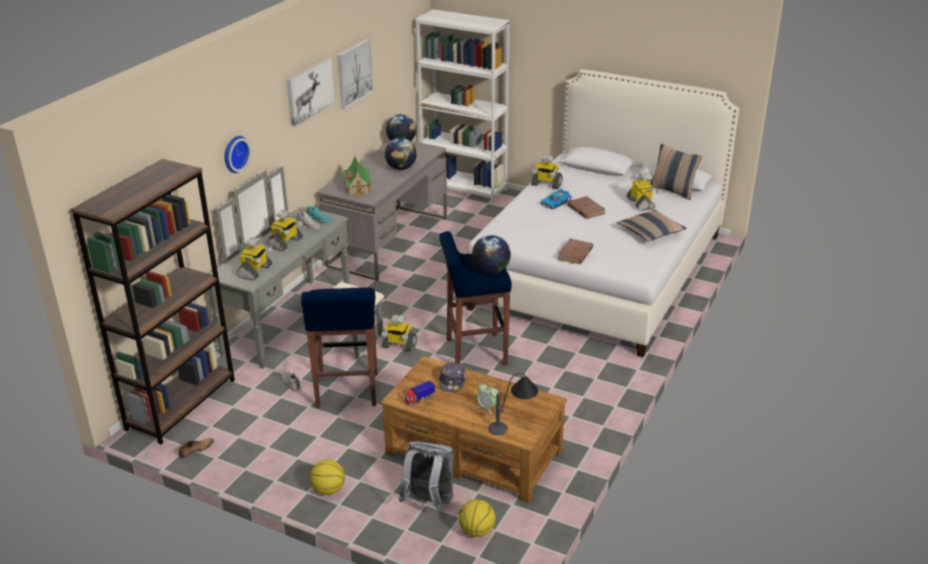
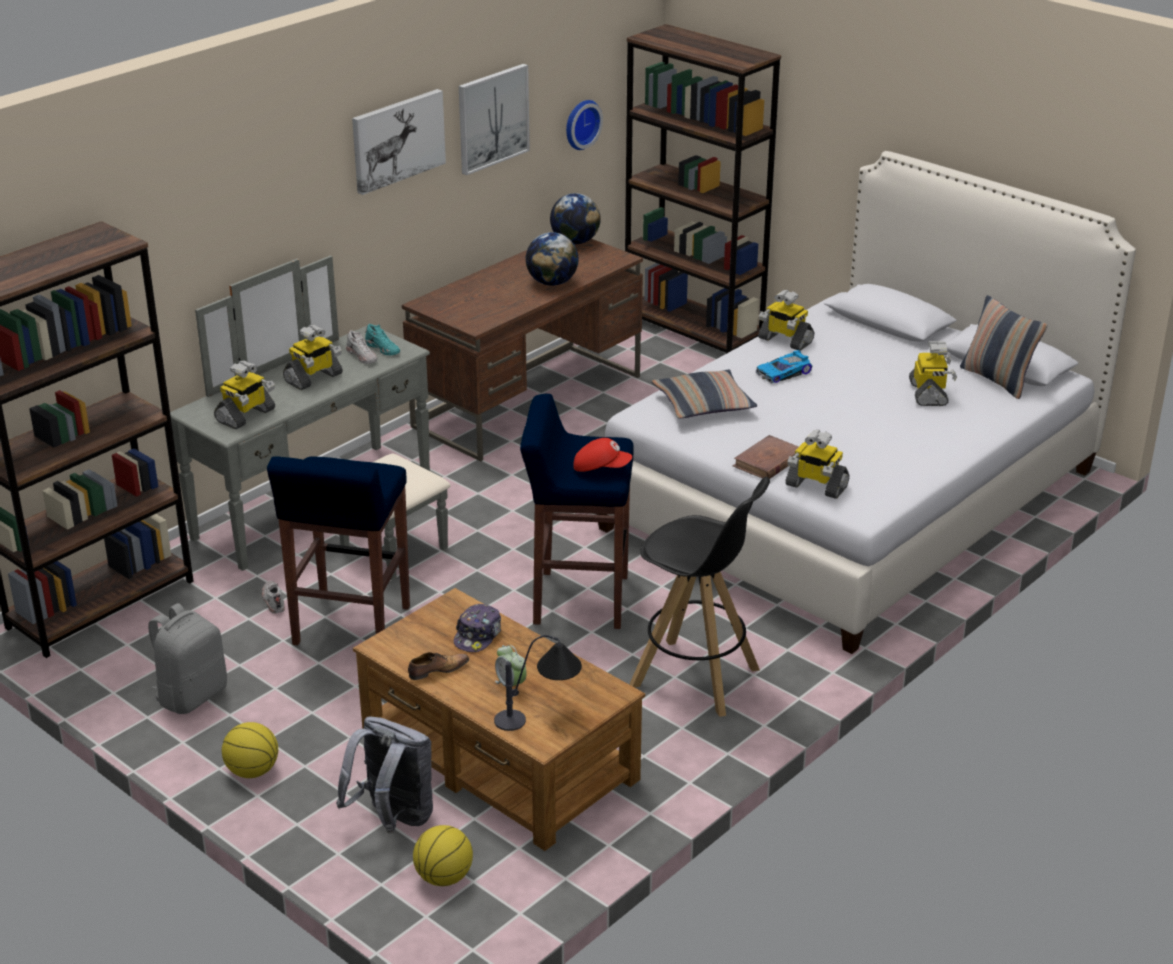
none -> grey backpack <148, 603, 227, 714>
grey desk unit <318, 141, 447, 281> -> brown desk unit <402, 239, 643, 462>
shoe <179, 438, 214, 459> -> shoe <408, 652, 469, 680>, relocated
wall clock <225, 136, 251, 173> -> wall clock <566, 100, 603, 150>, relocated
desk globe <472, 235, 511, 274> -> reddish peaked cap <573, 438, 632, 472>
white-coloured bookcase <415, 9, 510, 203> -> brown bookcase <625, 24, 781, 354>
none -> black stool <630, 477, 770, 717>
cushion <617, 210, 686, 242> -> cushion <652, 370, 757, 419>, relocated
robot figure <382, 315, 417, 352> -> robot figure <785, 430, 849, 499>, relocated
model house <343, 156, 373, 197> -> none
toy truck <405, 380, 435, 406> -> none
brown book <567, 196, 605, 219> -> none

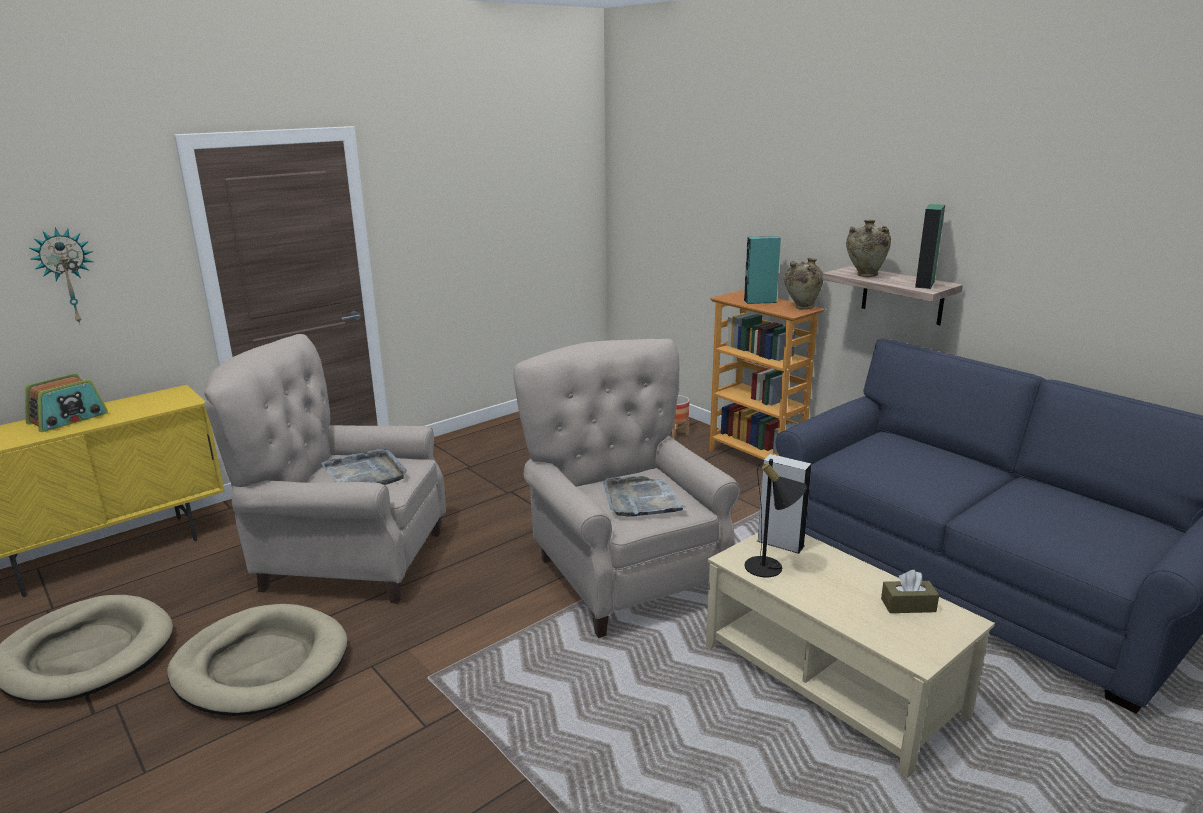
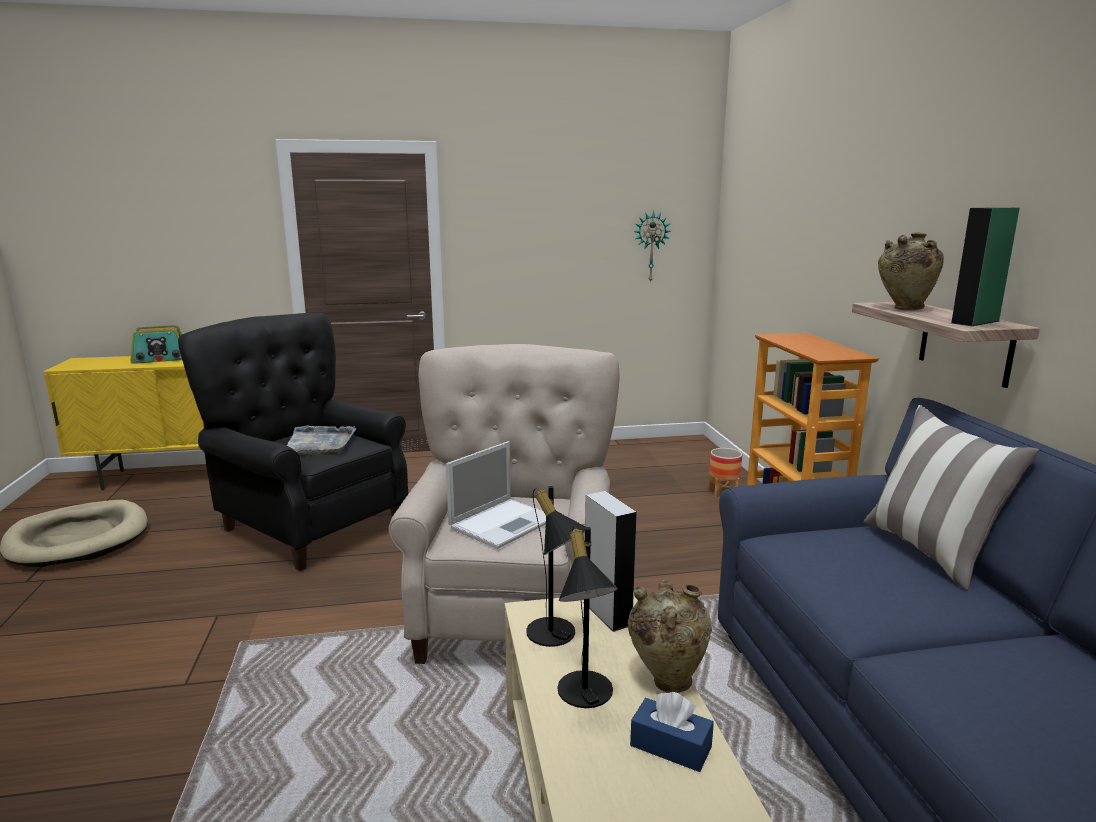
beige-coloured armchair <204, 334, 446, 604> -> black armchair <178, 313, 408, 571>
grey serving tray <603, 476, 686, 517> -> portable computer <446, 441, 546, 549>
none -> black lamp for a table <557, 526, 618, 708>
beige-coloured decorative vase <784, 258, 823, 310> -> beige-coloured decorative vase <628, 580, 712, 693>, relocated
brown tissue box <881, 570, 939, 613> -> blue-coloured tissue box <630, 692, 714, 772>
wall clock <30, 227, 93, 325> -> wall clock <634, 211, 671, 283>, relocated
none -> cushion <864, 405, 1039, 591>
beige-coloured pet bed <167, 604, 347, 716> -> none
blue-green loudspeaker <744, 236, 781, 304> -> none

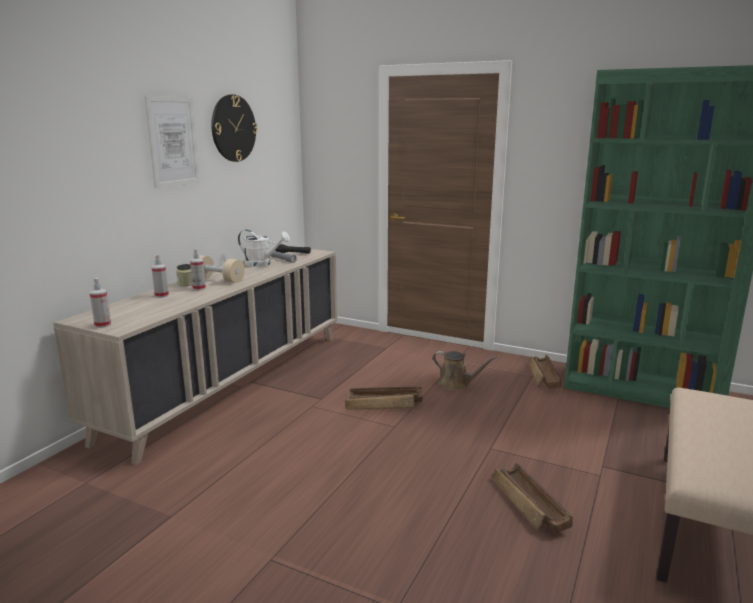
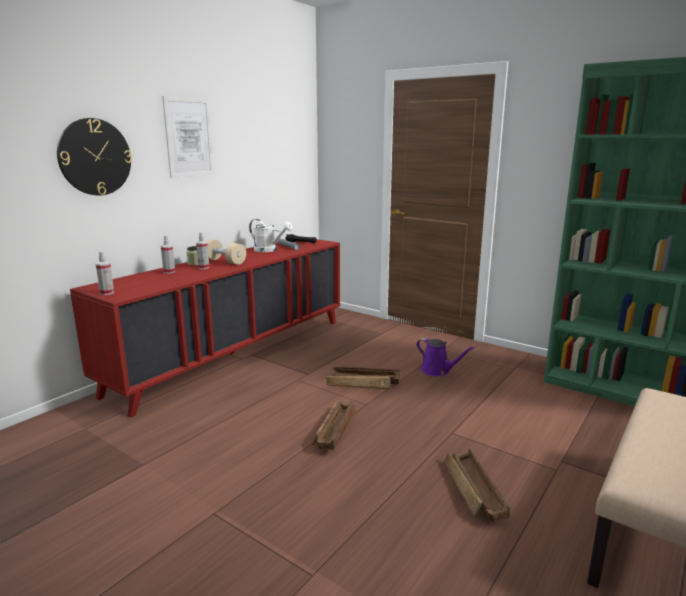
wall clock <211, 94, 258, 162> -> wall clock <57, 118, 132, 196>, relocated
beige-coloured cabinet <53, 246, 337, 465> -> reddish cabinet <70, 239, 340, 418>
packing crate <528, 355, 561, 389> -> packing crate <312, 401, 355, 450>, relocated
brown watering pot <433, 351, 497, 391> -> purple-coloured watering pot <416, 338, 475, 376>

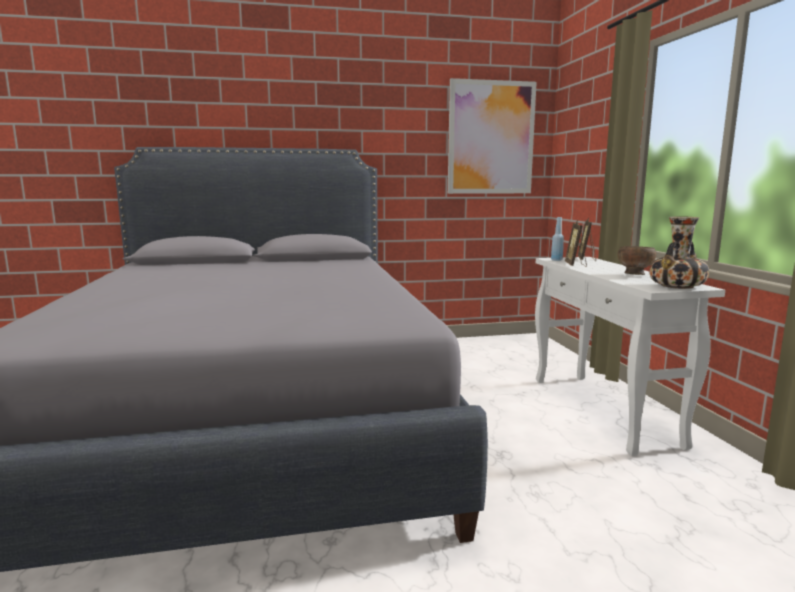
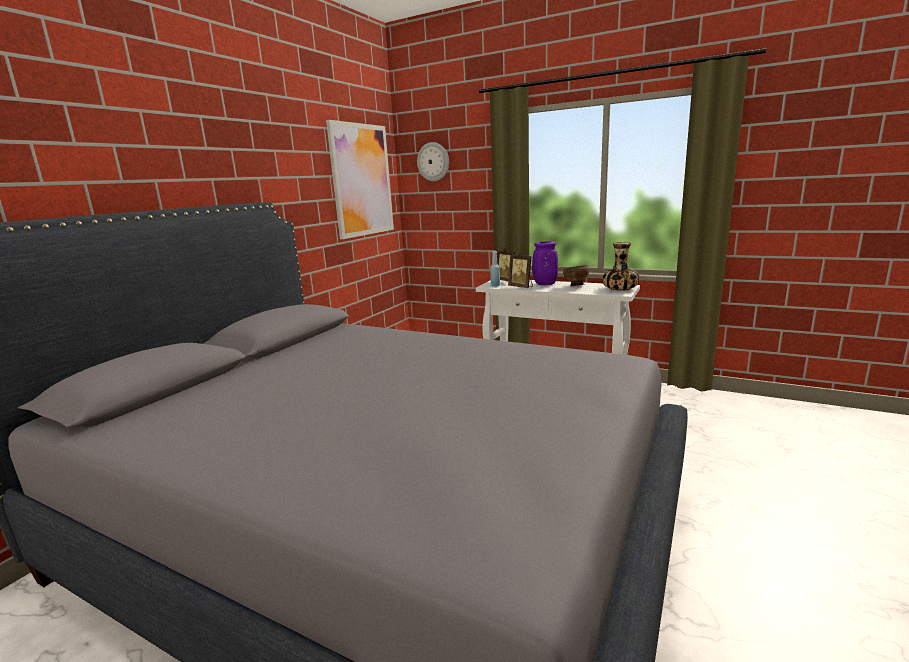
none -> wall clock <417, 142, 449, 181>
none -> purple-coloured decorative vase <532, 241, 558, 285>

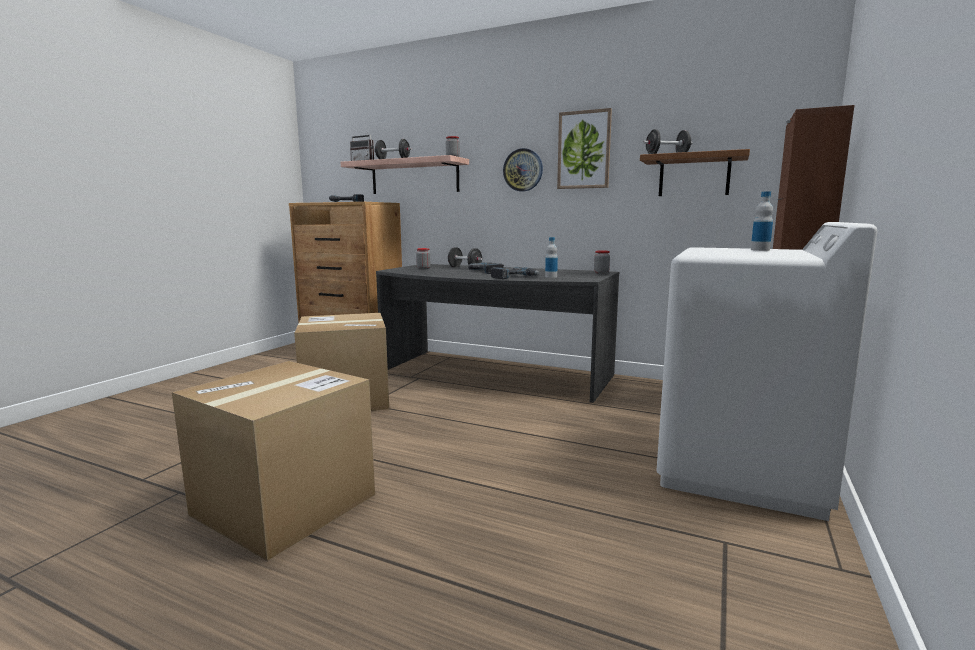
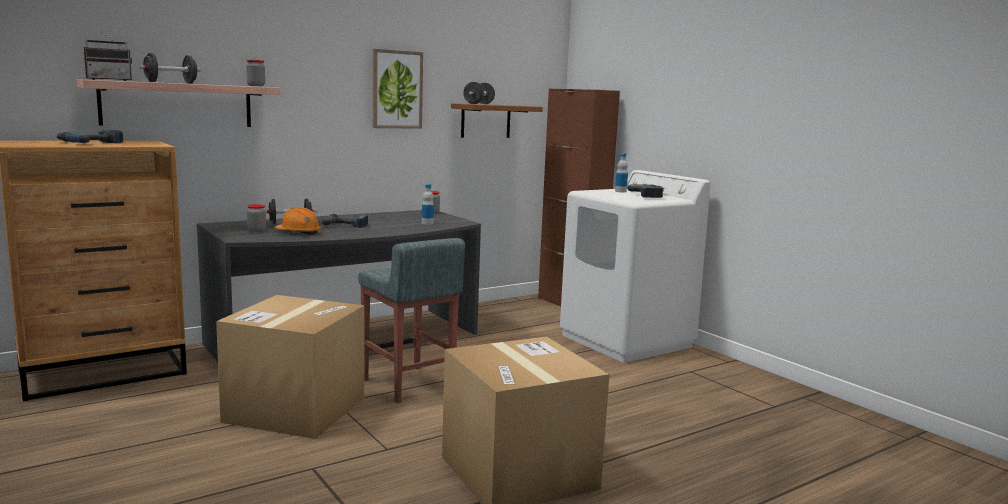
none -> orangey hard hat <275, 207, 321, 235>
none -> grey stool <358, 238, 465, 403>
electric drill <491, 267, 539, 279> -> electric drill <627, 184, 665, 198>, relocated
wall clock <503, 148, 543, 192> -> none

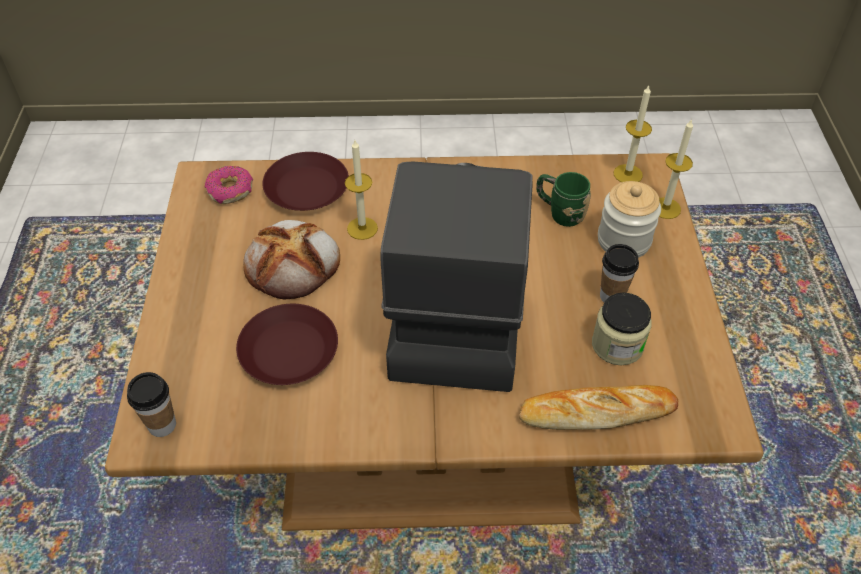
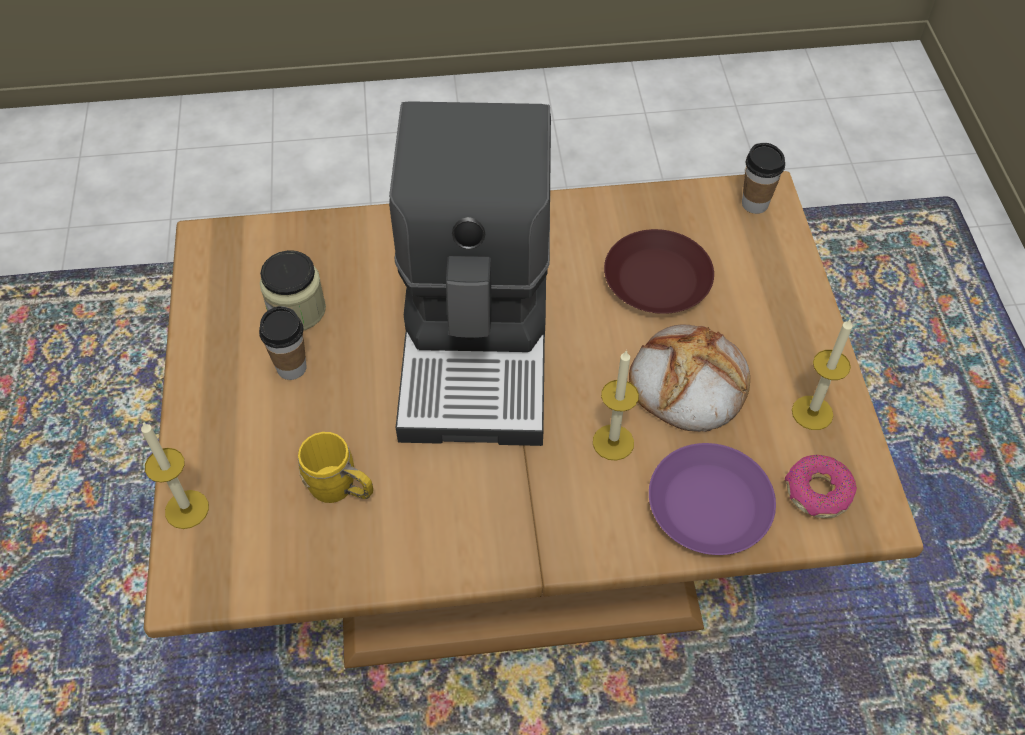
green-coloured mug <536, 172, 591, 227> -> yellowish mug <298, 432, 373, 503>
brown dinner plate <262, 152, 349, 211> -> purple-coloured dinner plate <649, 443, 776, 555>
candle <614, 85, 652, 182> -> candle <792, 318, 853, 430>, relocated
bread <519, 385, 678, 430> -> none
preserve jar <598, 181, 661, 258> -> none

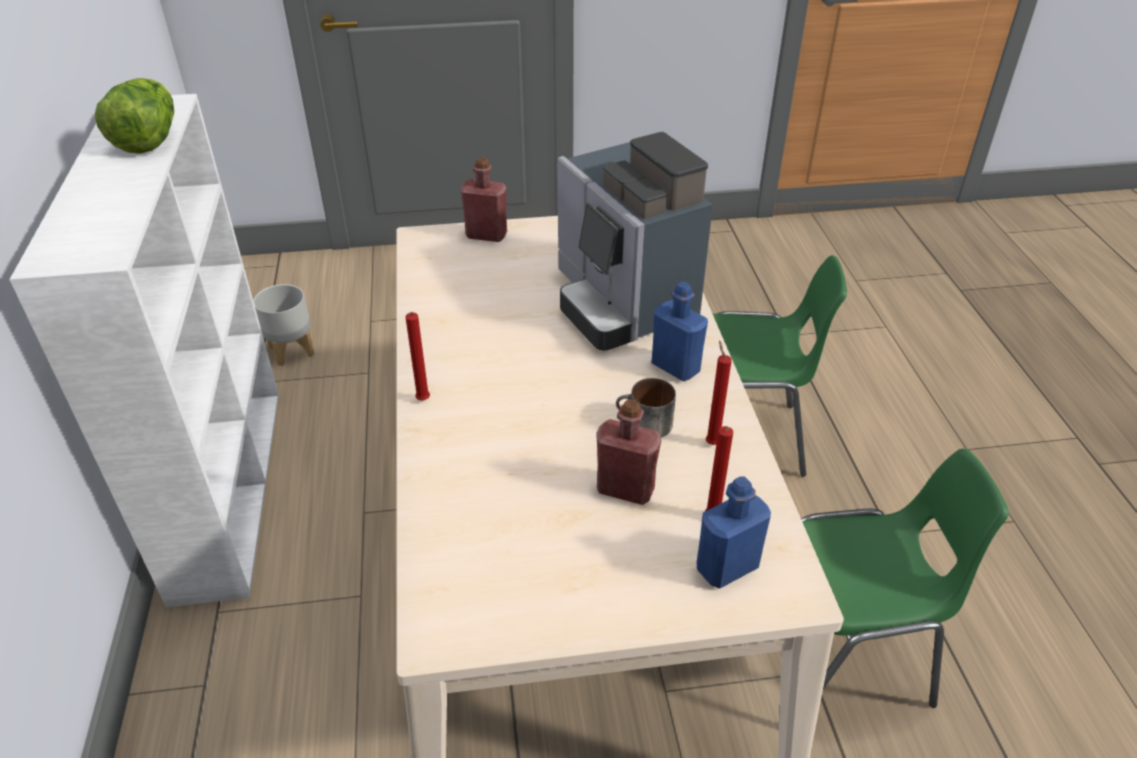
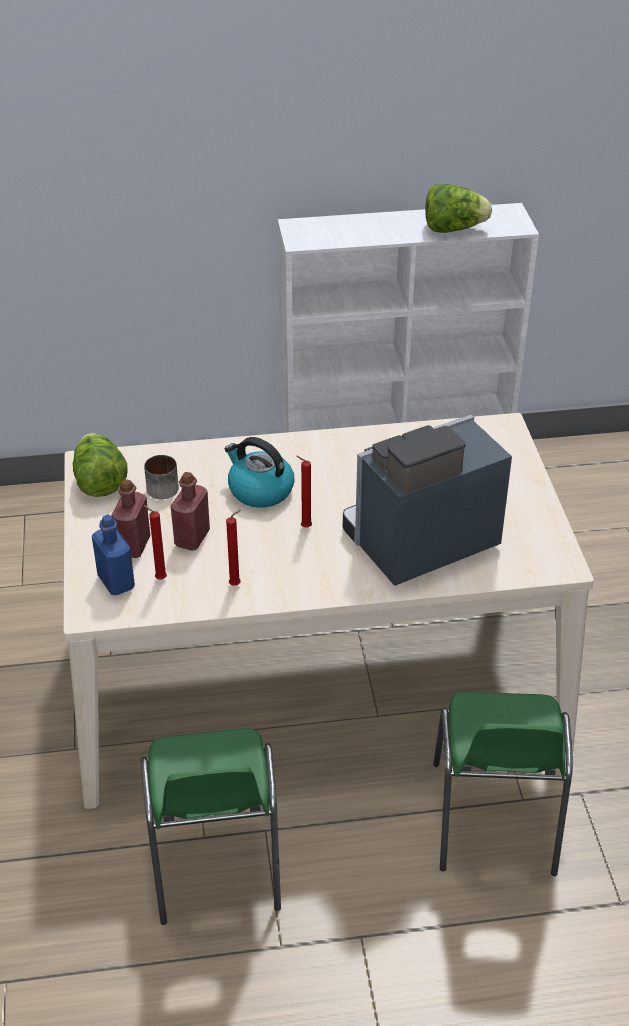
none -> lettuce <73, 433, 127, 497>
reddish drink bottle <460, 157, 507, 242> -> reddish drink bottle <111, 479, 150, 558>, relocated
mug <616, 378, 676, 438> -> mug <144, 455, 179, 499>, relocated
none -> water kettle <225, 437, 294, 508>
reddish candle <405, 312, 430, 401> -> reddish candle <296, 456, 312, 528>, relocated
grey plant pot <253, 284, 315, 366> -> none
blue-coloured drink bottle <651, 282, 708, 381> -> none

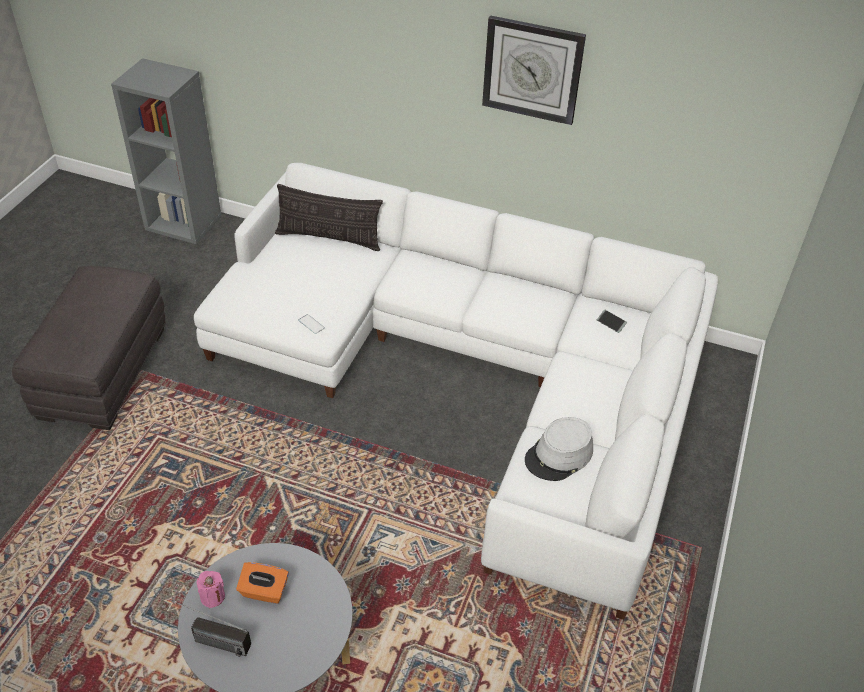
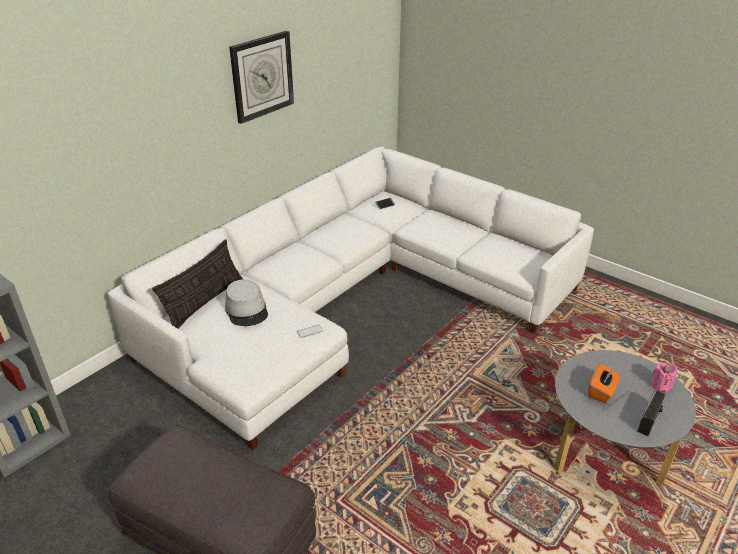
grey wearable hat <525, 417, 593, 481> -> grey wearable hat <225, 279, 268, 326>, relocated
pink-coloured candle <196, 571, 225, 608> -> pink-coloured candle <651, 362, 677, 392>, relocated

